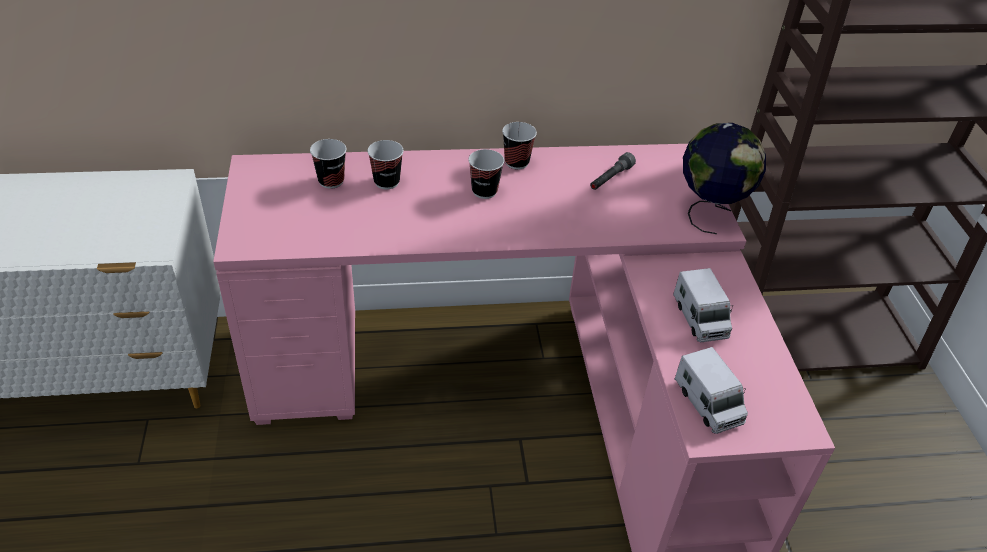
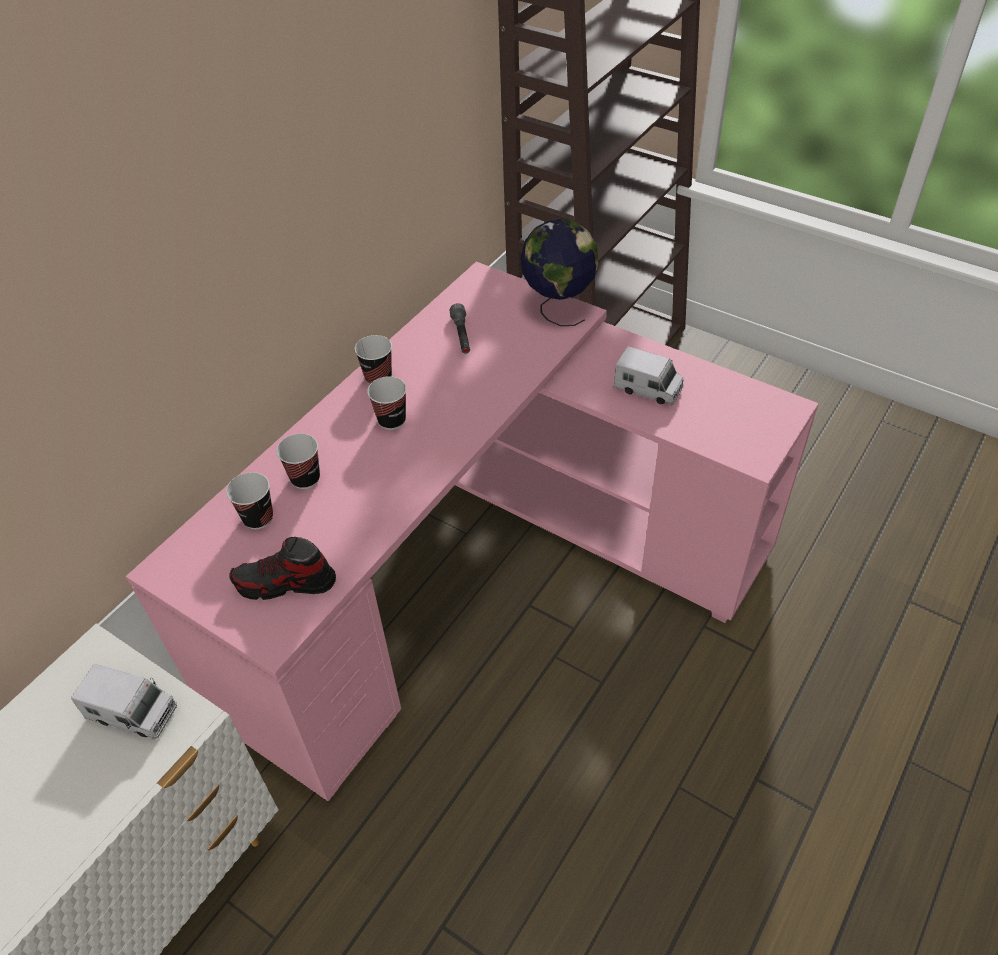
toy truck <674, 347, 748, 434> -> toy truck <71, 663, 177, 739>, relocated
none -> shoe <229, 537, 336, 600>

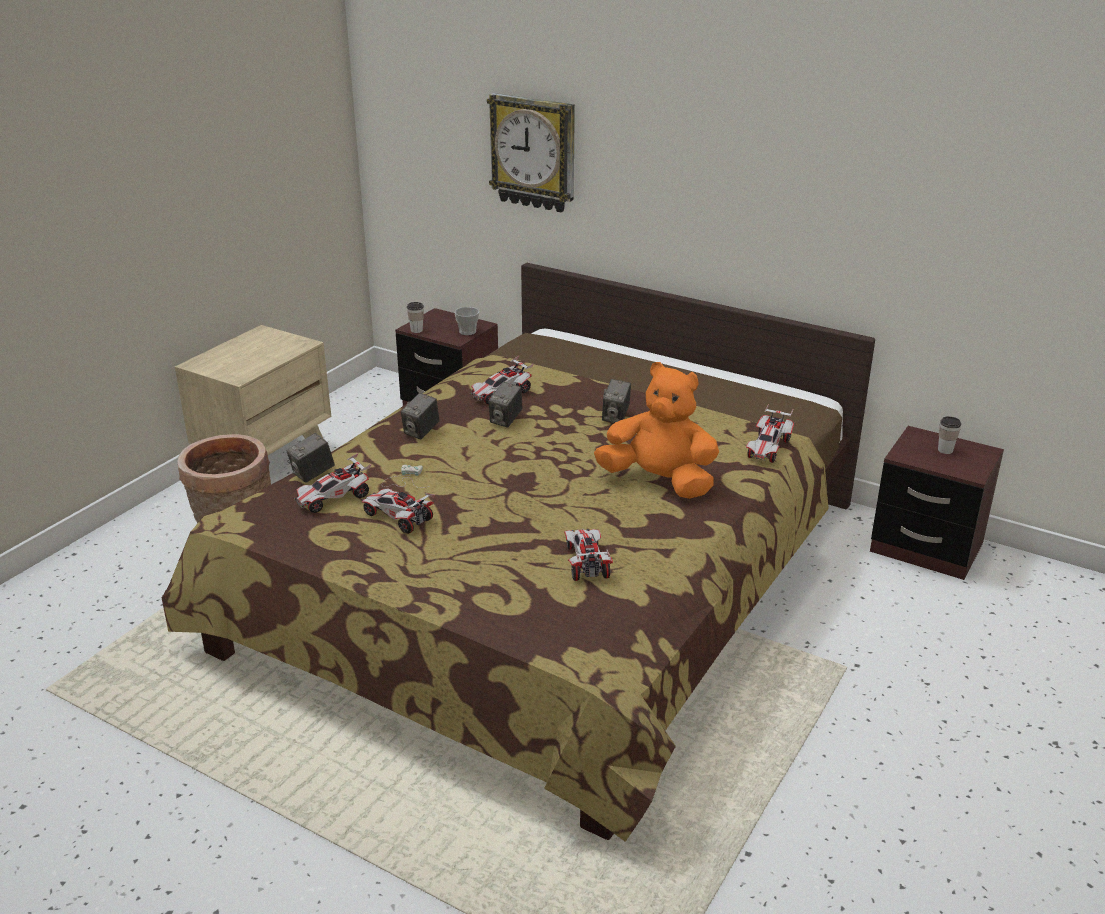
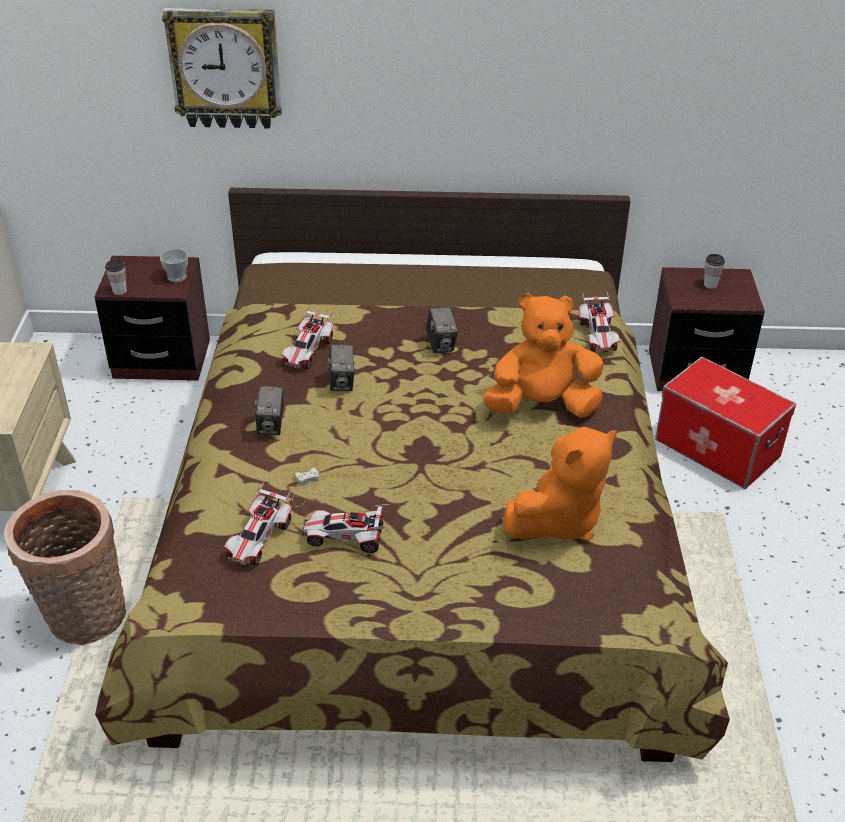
model car <564, 529, 613, 581> -> orangey soft toy <503, 427, 617, 541>
none -> storage box <655, 357, 796, 489>
still camera <287, 433, 335, 483> -> none

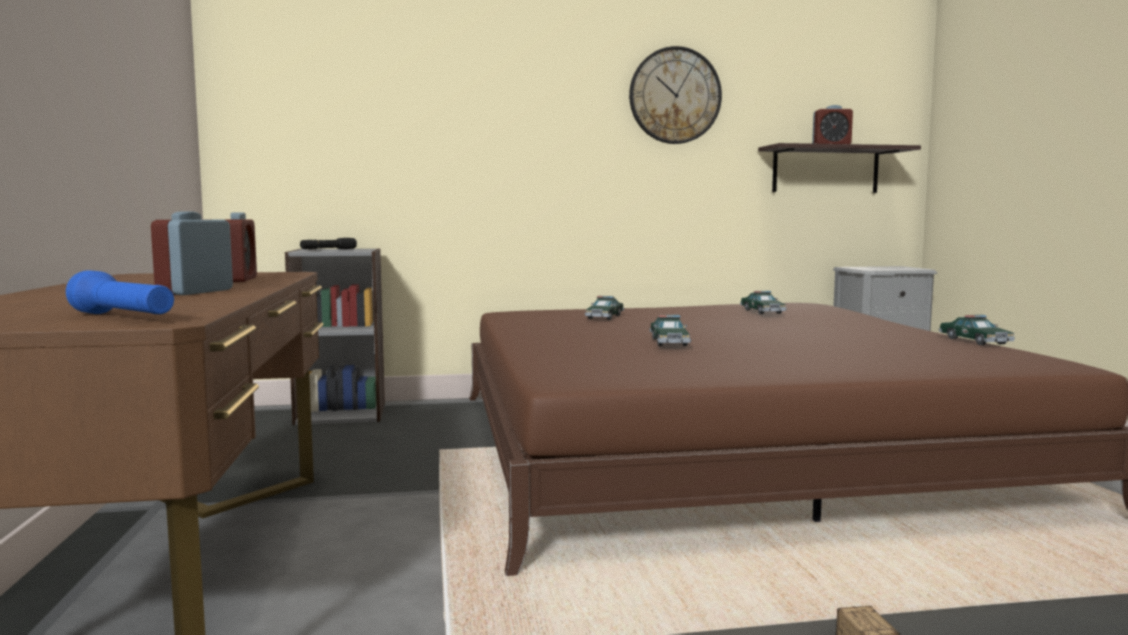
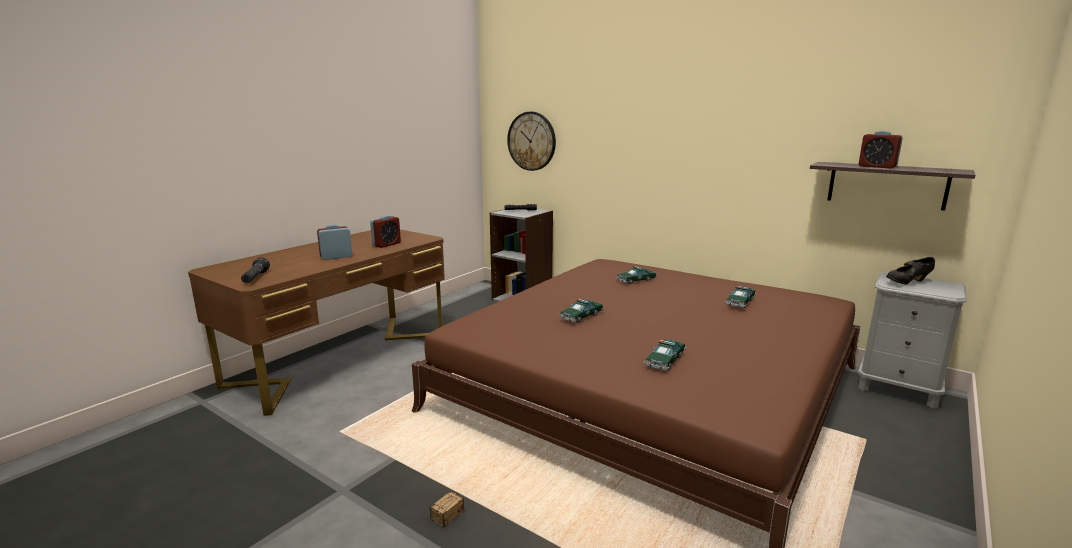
blue-coloured torch <66, 270, 174, 314> -> black torch <241, 257, 270, 283>
wall clock <629, 46, 722, 144> -> wall clock <507, 112, 556, 171>, relocated
model car <939, 315, 1015, 345> -> model car <644, 339, 686, 370>, relocated
none -> black shoe <886, 257, 935, 285>

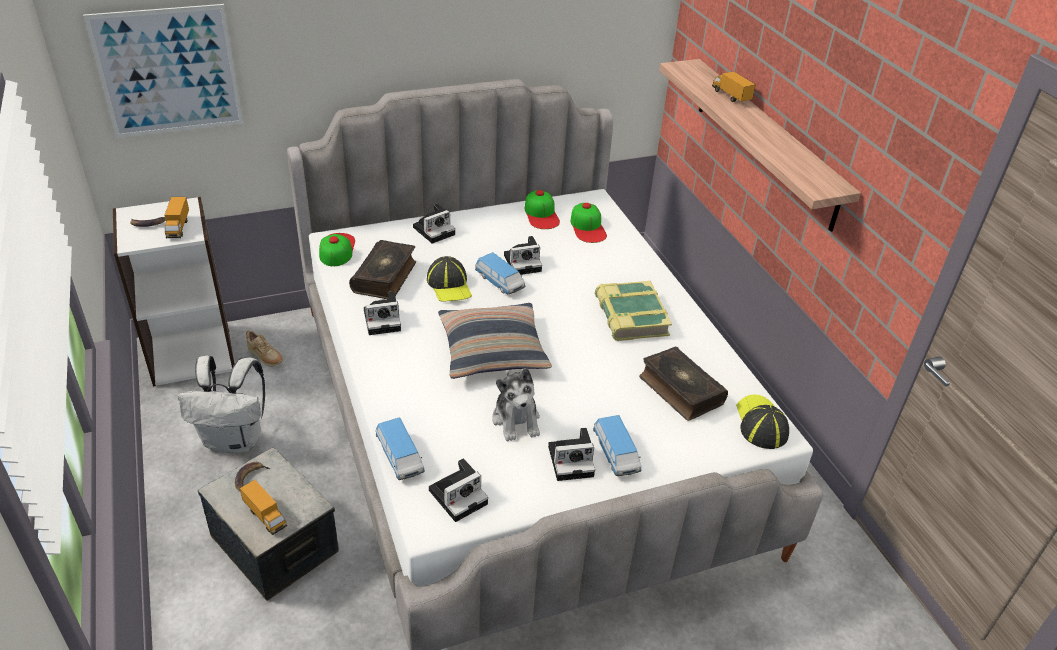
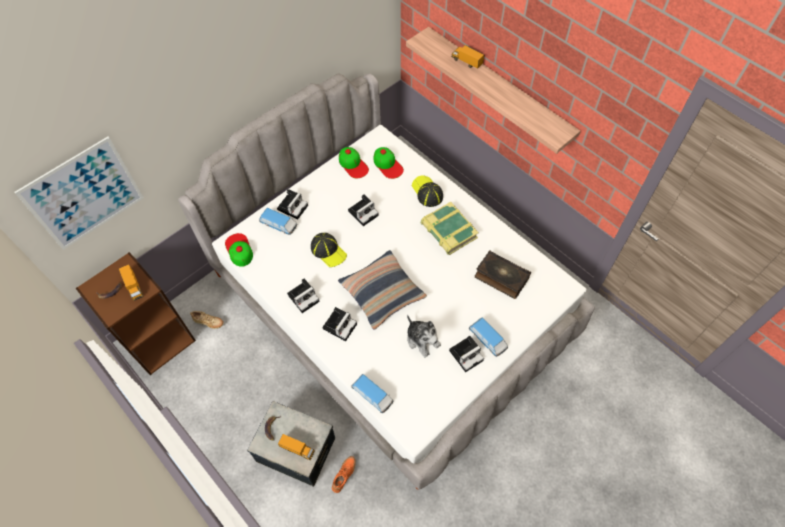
white-coloured bookcase <113, 197, 234, 386> -> brown bookcase <76, 252, 196, 375>
model car <475, 252, 525, 294> -> model car <259, 208, 297, 235>, relocated
still camera <429, 459, 488, 522> -> still camera <322, 307, 357, 341>, relocated
none -> orangey shoe <332, 456, 356, 493>
peaked cap <736, 395, 789, 449> -> peaked cap <412, 175, 443, 207>, relocated
white-coloured backpack <178, 356, 265, 453> -> none
book <349, 240, 416, 299> -> none

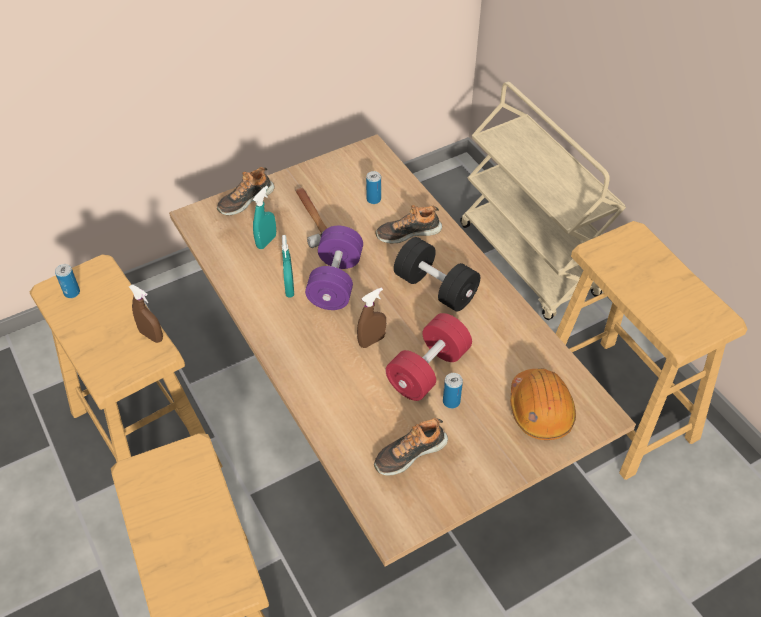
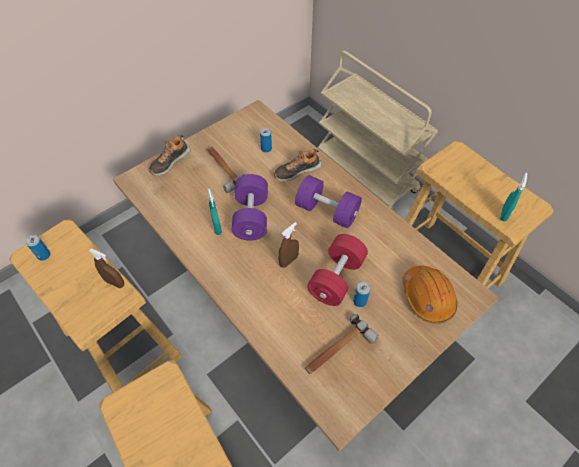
black hand weight <394, 237, 480, 312> -> purple-coloured hand weight <295, 175, 362, 228>
shoe <374, 418, 448, 475> -> tool hammer <305, 314, 378, 374>
blue-green hand sprayer <253, 186, 276, 249> -> blue-green hand sprayer <500, 173, 528, 221>, relocated

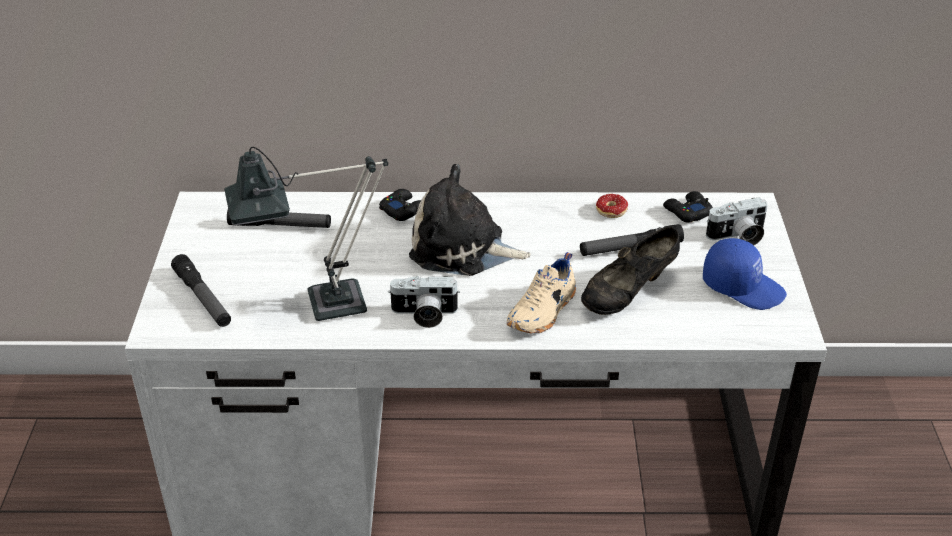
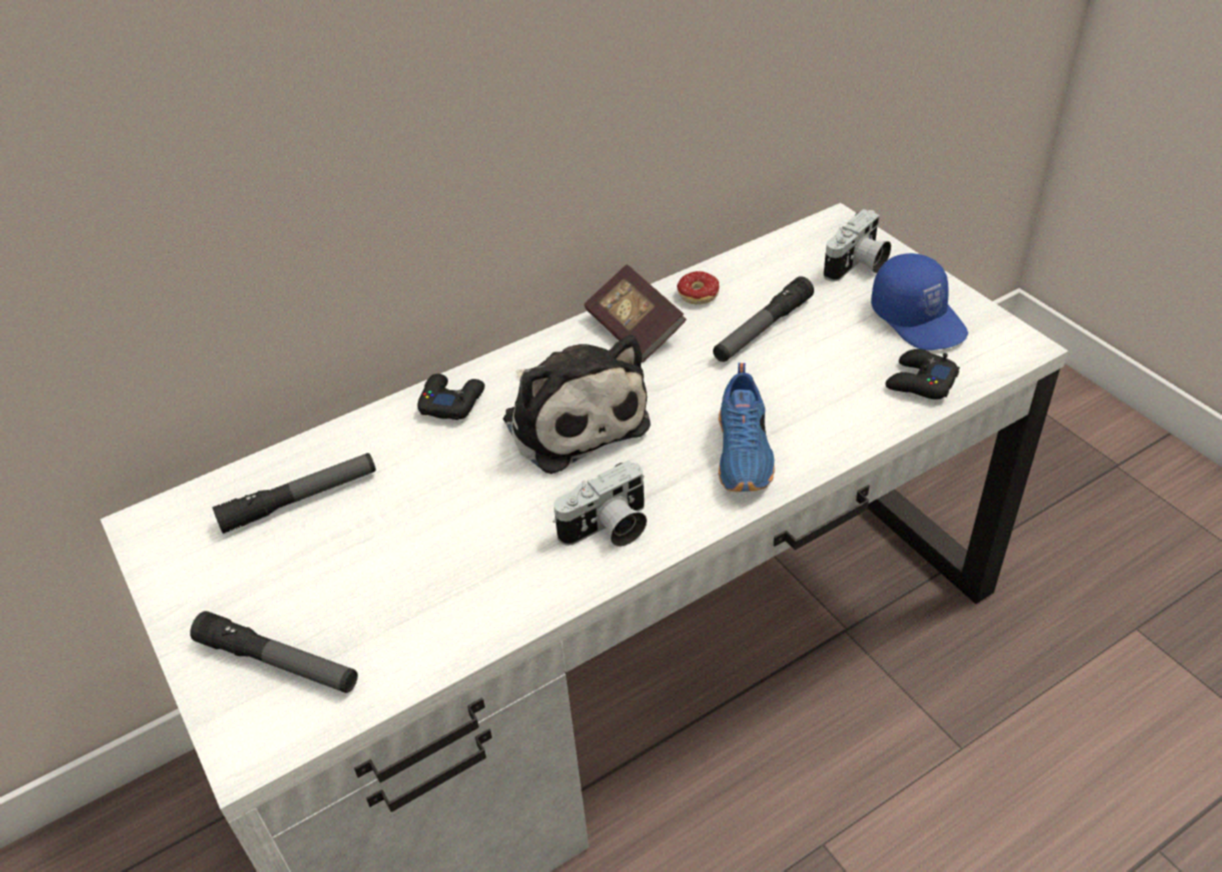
soft toy <409, 164, 531, 276> -> soft toy <503, 335, 651, 474>, 105 degrees counterclockwise
none -> book <584, 264, 687, 362>
beige-coloured shoe <507, 252, 576, 334> -> blue-coloured shoe <718, 363, 775, 492>
blue-coloured peaked cap <703, 238, 787, 310> -> blue-coloured peaked cap <871, 253, 968, 350>, 60 degrees clockwise
black game controller <663, 191, 713, 223> -> black game controller <885, 349, 960, 400>, relocated
lamp for a table <224, 147, 388, 321> -> none
black shoe <581, 227, 680, 315> -> none

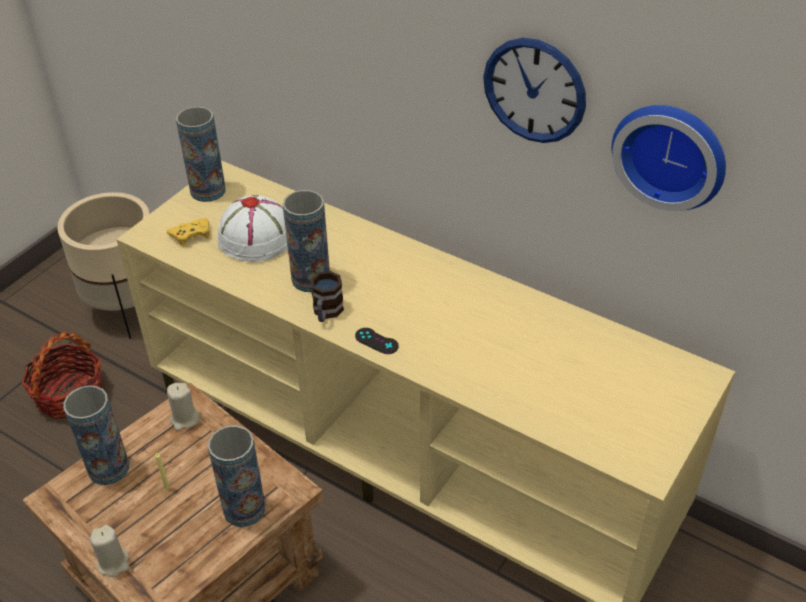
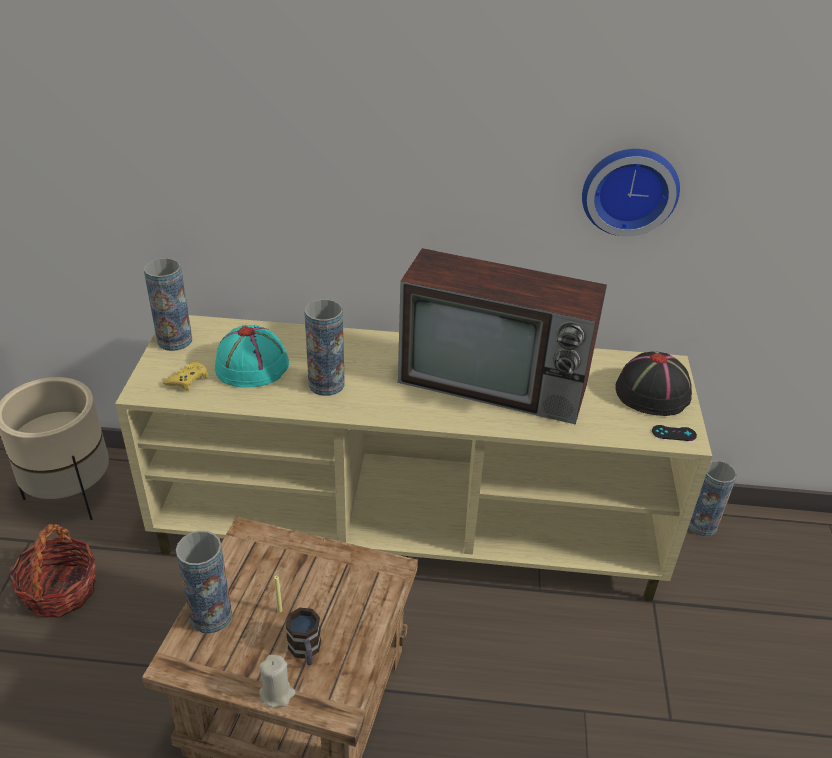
white-coloured wearable hat <218, 195, 288, 262> -> blue-green wearable hat <215, 325, 289, 388>
mug <310, 271, 344, 322> -> mug <285, 607, 321, 665>, relocated
none -> TV set <398, 248, 607, 425>
none -> black wearable hat <616, 351, 692, 416>
black game controller <355, 328, 399, 354> -> black game controller <652, 425, 697, 441>, relocated
decorative vase <208, 425, 265, 527> -> decorative vase <688, 460, 737, 537>, relocated
beige-coloured candle <167, 383, 200, 431> -> none
wall clock <483, 38, 586, 143> -> none

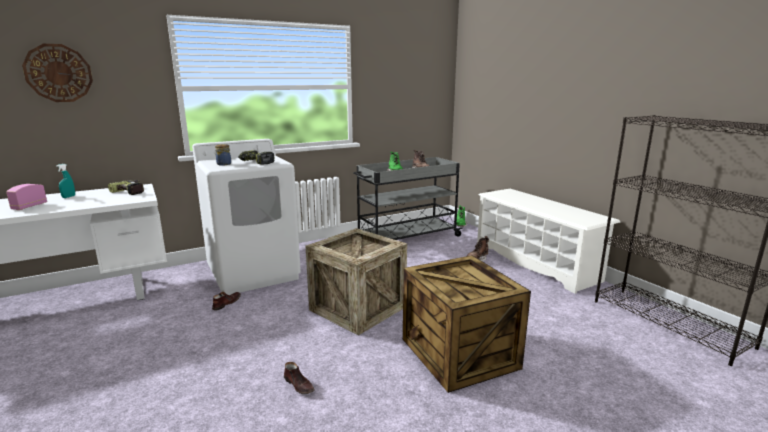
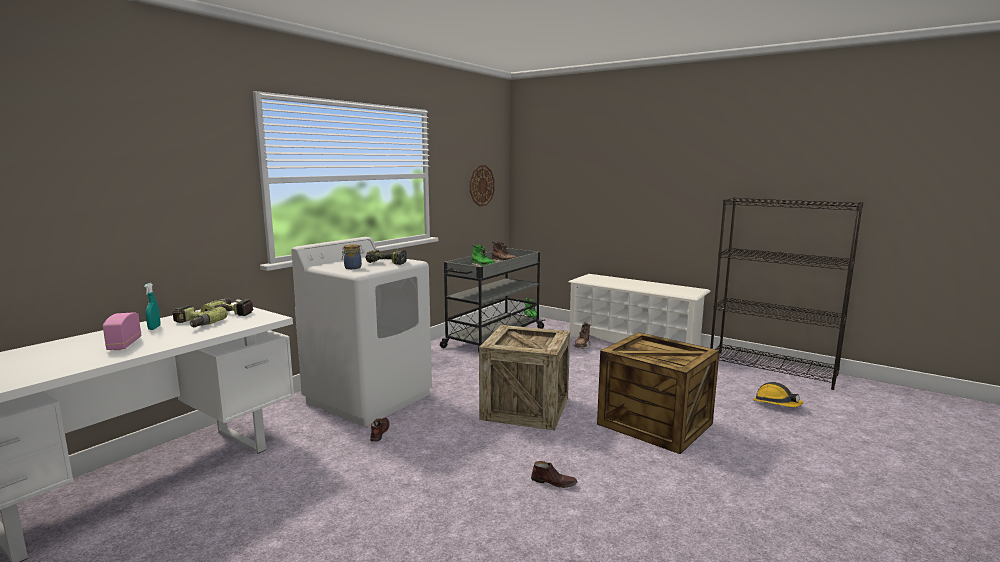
none -> electric drill <173, 306, 227, 327>
wall clock <22, 44, 93, 102> -> wall clock <470, 165, 495, 206>, relocated
none -> hard hat <754, 382, 804, 407>

